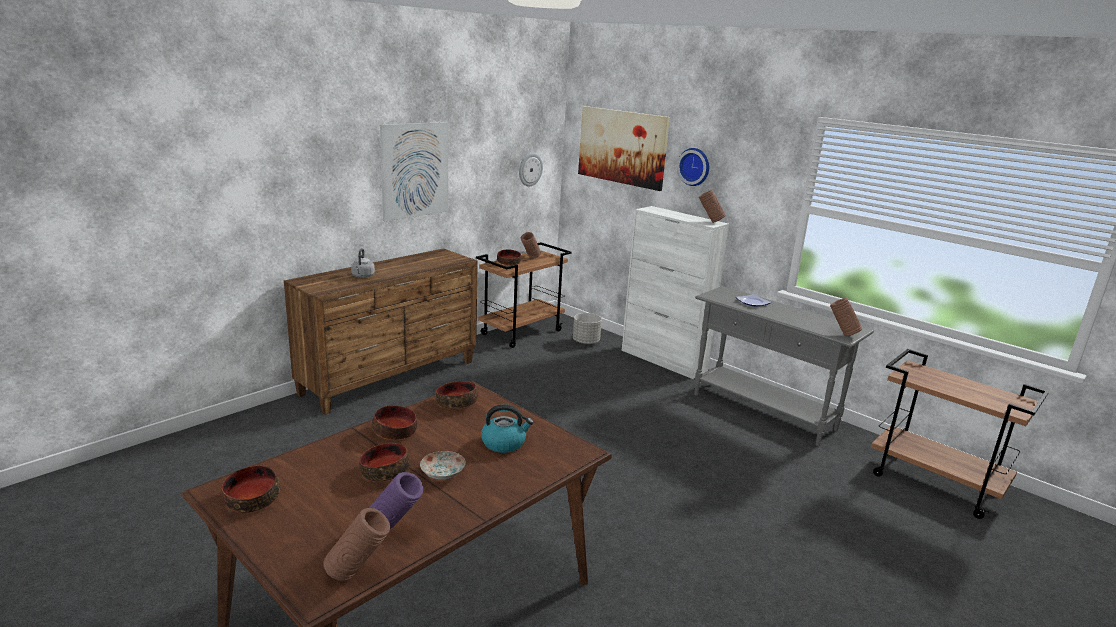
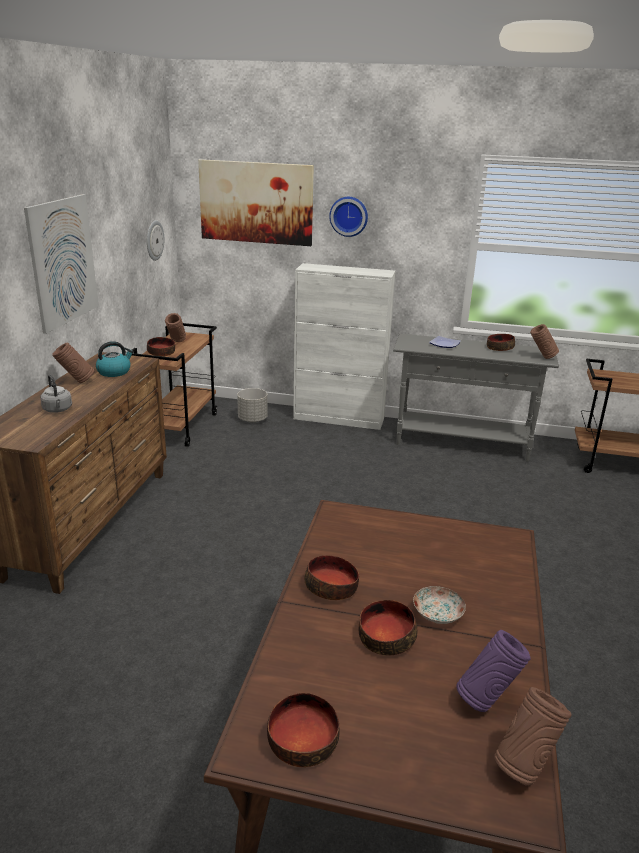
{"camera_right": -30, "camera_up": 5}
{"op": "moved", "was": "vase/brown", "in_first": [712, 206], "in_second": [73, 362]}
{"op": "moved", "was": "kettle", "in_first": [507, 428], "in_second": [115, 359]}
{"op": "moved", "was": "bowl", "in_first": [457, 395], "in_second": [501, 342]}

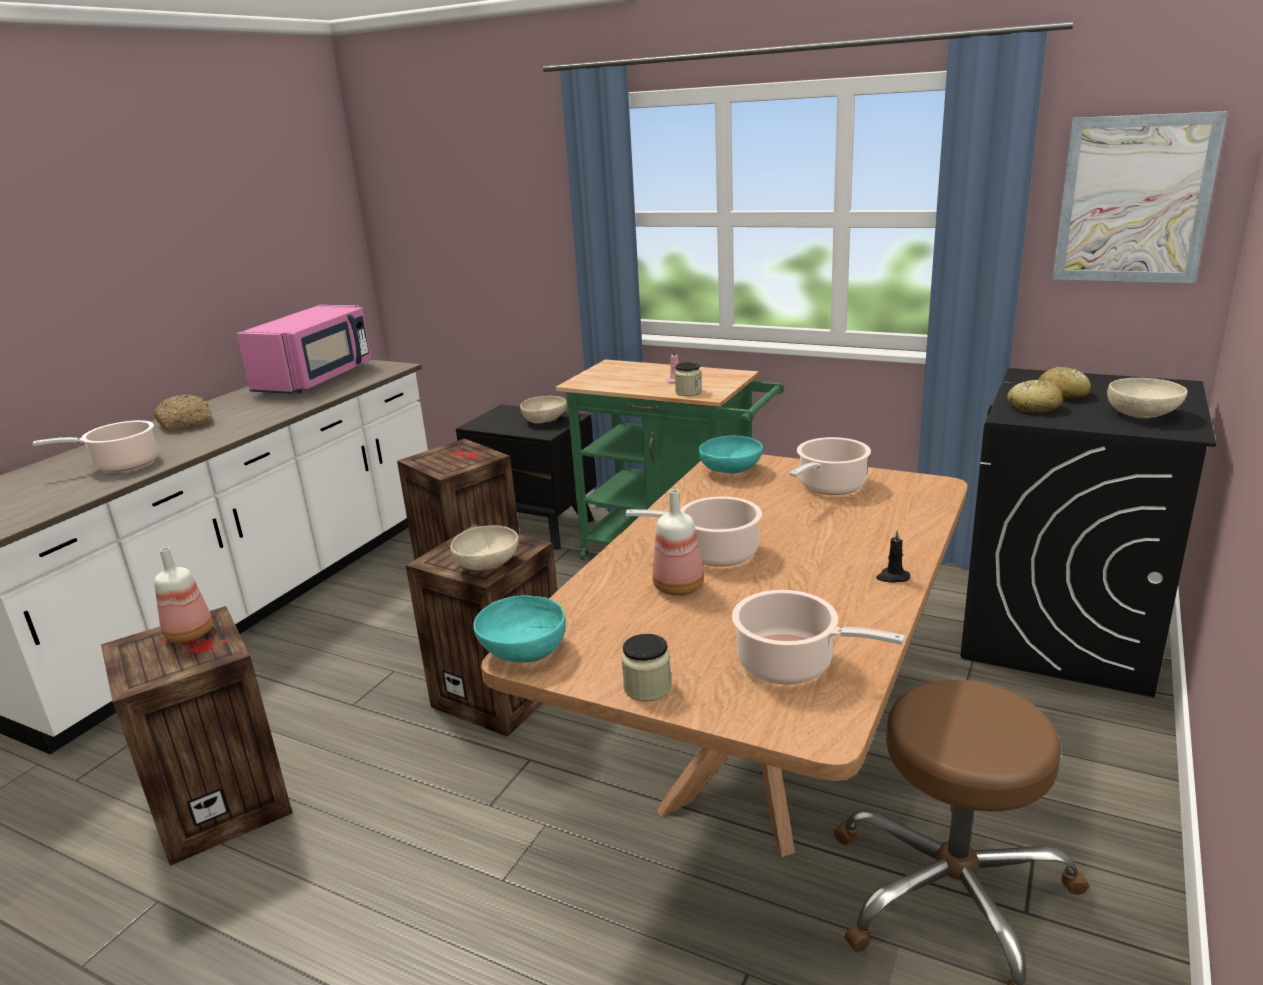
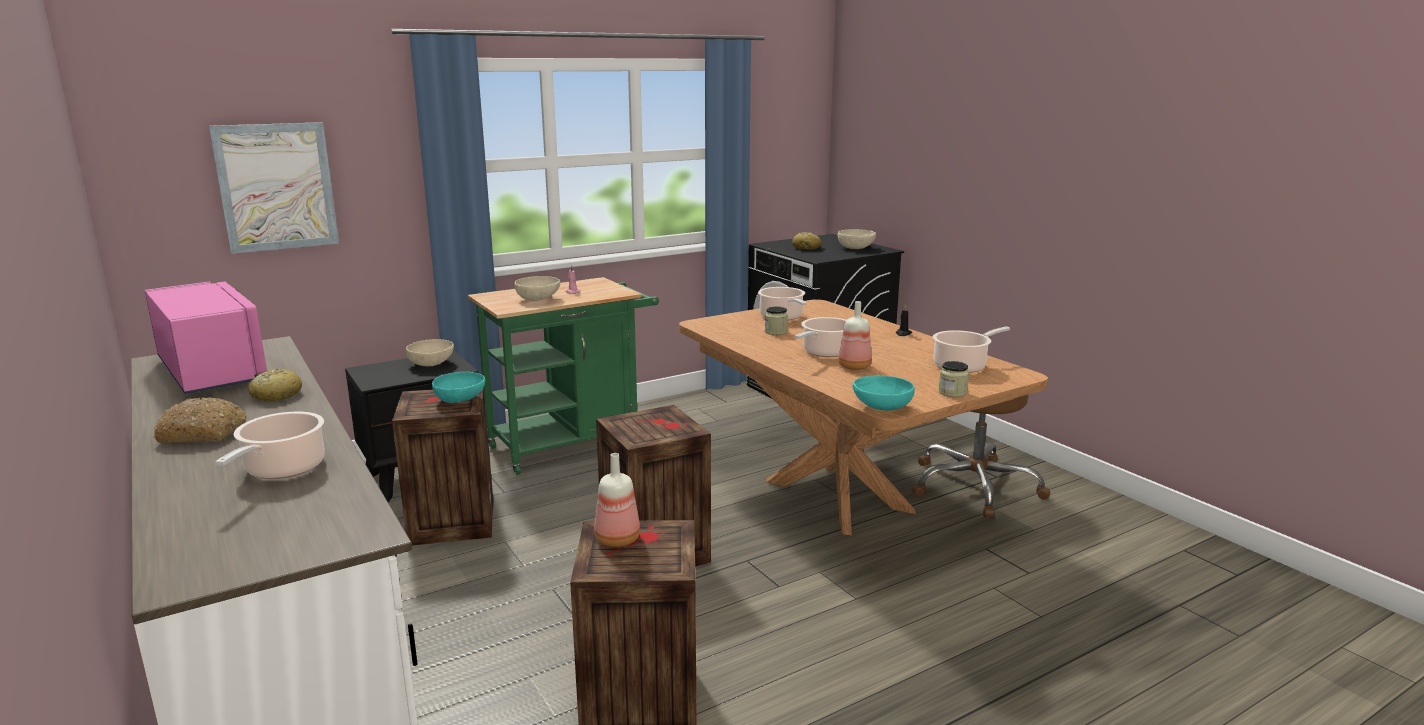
{"camera_right": -60, "camera_up": -5}
{"op": "moved", "was": "picture", "in_first": [1139, 197], "in_second": [274, 188]}
{"op": "moved", "was": "bread", "in_first": [1035, 396], "in_second": [275, 385]}
{"op": "moved", "was": "bowl/turquoise", "in_first": [731, 454], "in_second": [458, 387]}
{"op": "moved", "was": "bowl/beige", "in_first": [484, 547], "in_second": [537, 288]}
{"op": "moved", "was": "jar", "in_first": [688, 379], "in_second": [776, 320]}

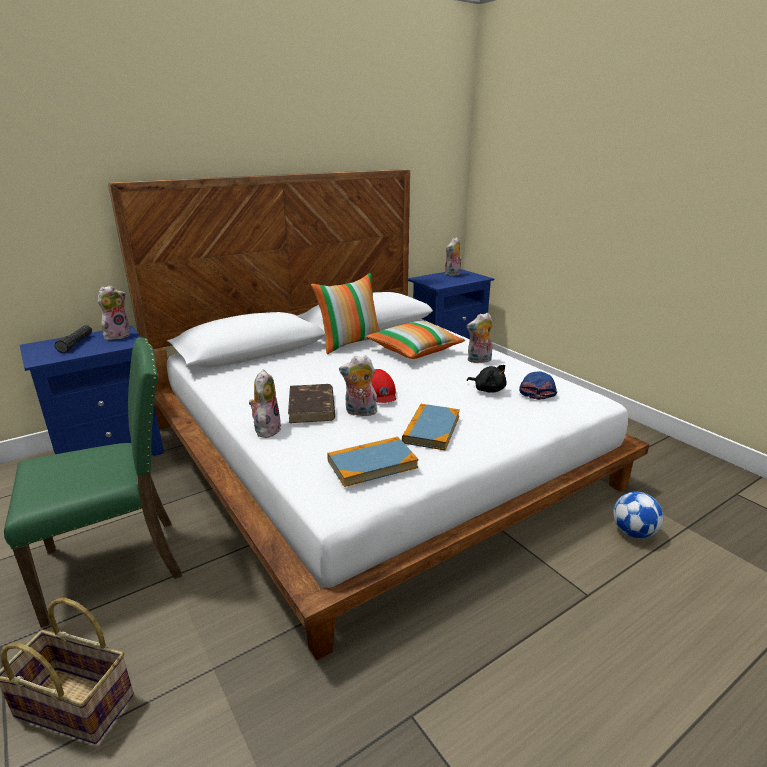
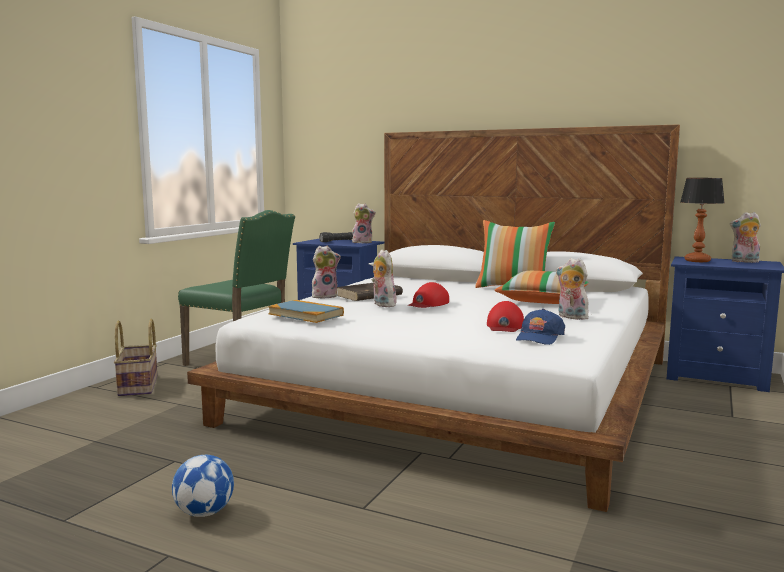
{"camera_right": 60, "camera_up": -15}
{"op": "moved", "was": "football", "in_first": [638, 515], "in_second": [203, 486]}
{"op": "replaced", "was": "plush toy/black", "now": "cap/red", "in_first": [487, 379], "in_second": [505, 316]}
{"op": "turned", "was": "cap/blue", "in_first": [538, 385], "in_second": [540, 327], "clockwise": 135}
{"op": "added", "now": "table lamp", "in_second": [702, 220]}
{"op": "removed", "was": "book", "in_first": [431, 427]}

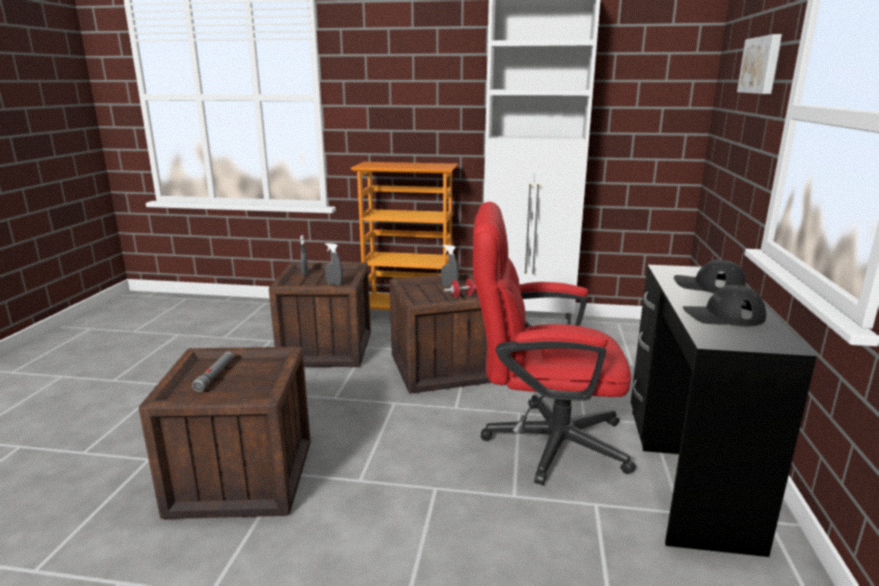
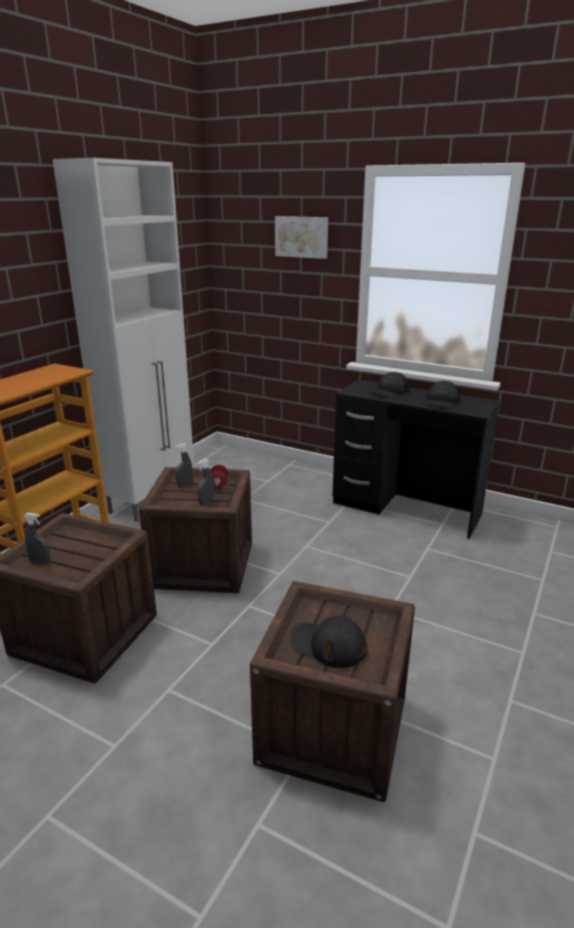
{"camera_right": -70, "camera_up": 5}
{"op": "moved", "was": "spray bottle/grey", "in_first": [334, 264], "in_second": [206, 481]}
{"op": "replaced", "was": "flashlight/grey", "now": "cap/black", "in_first": [213, 371], "in_second": [328, 642]}
{"op": "removed", "was": "office chair/red", "in_first": [554, 343]}

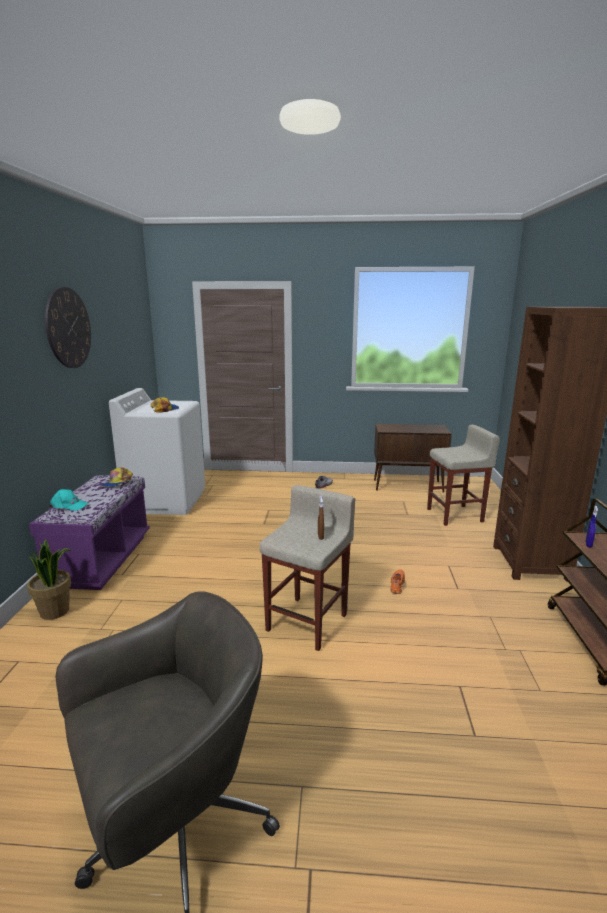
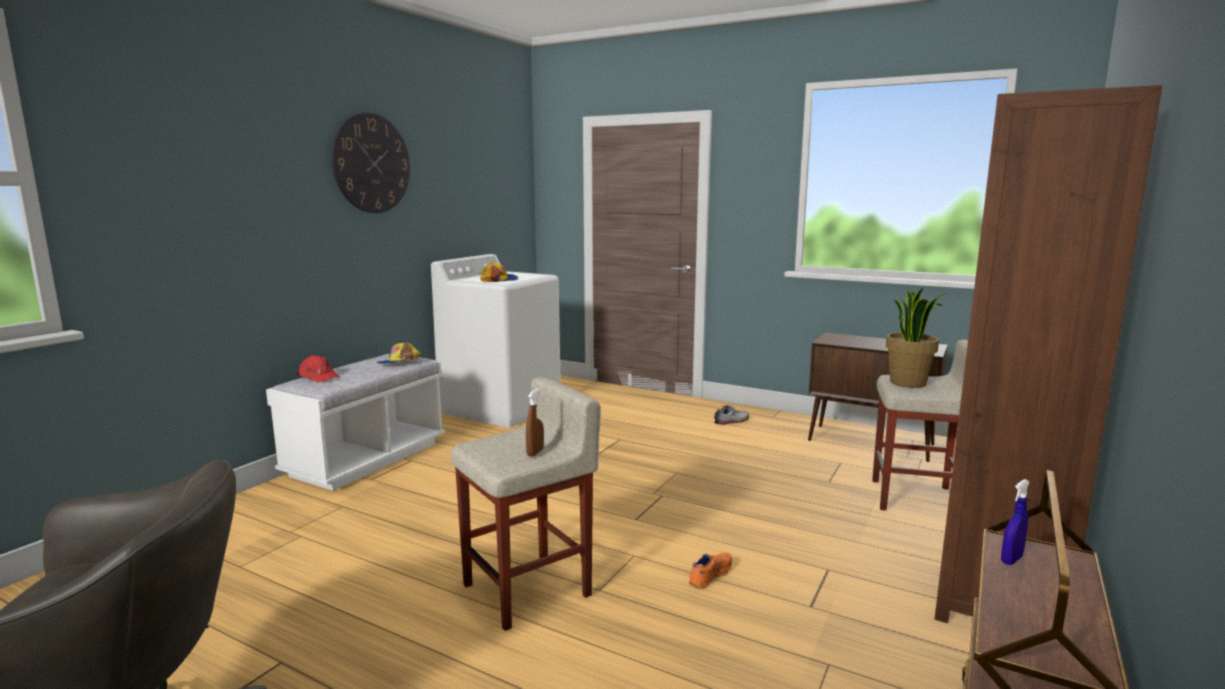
{"camera_right": 25, "camera_up": -5}
{"op": "recoloured", "was": "bench/purple", "now": "bench/white", "in_first": [89, 532], "in_second": [355, 422]}
{"op": "recoloured", "was": "cap/turquoise", "now": "cap/red", "in_first": [68, 500], "in_second": [318, 369]}
{"op": "moved", "was": "potted plant", "in_first": [49, 580], "in_second": [917, 338]}

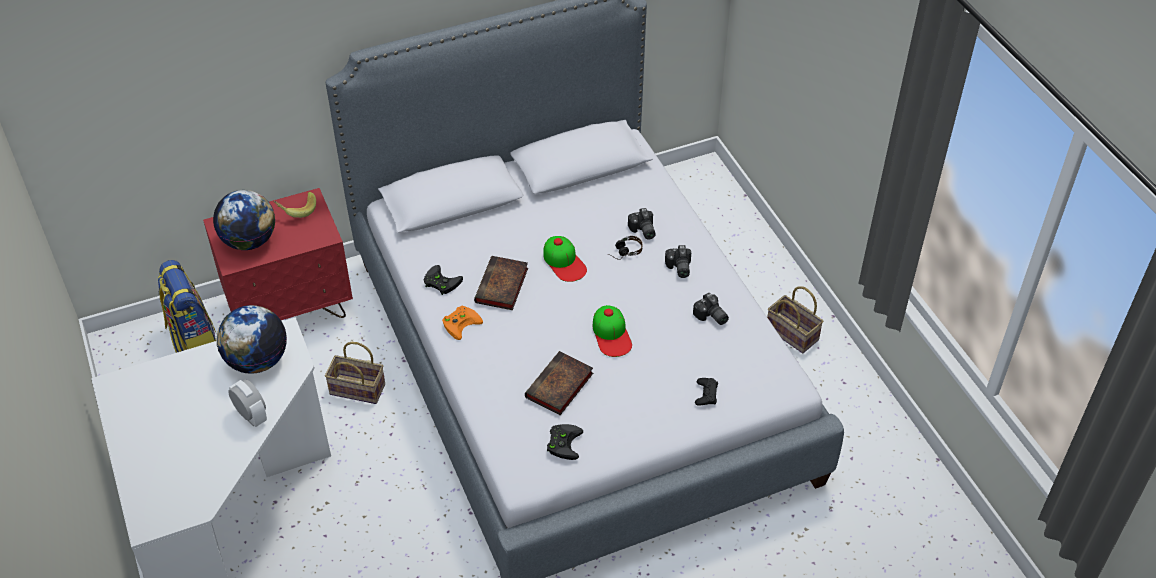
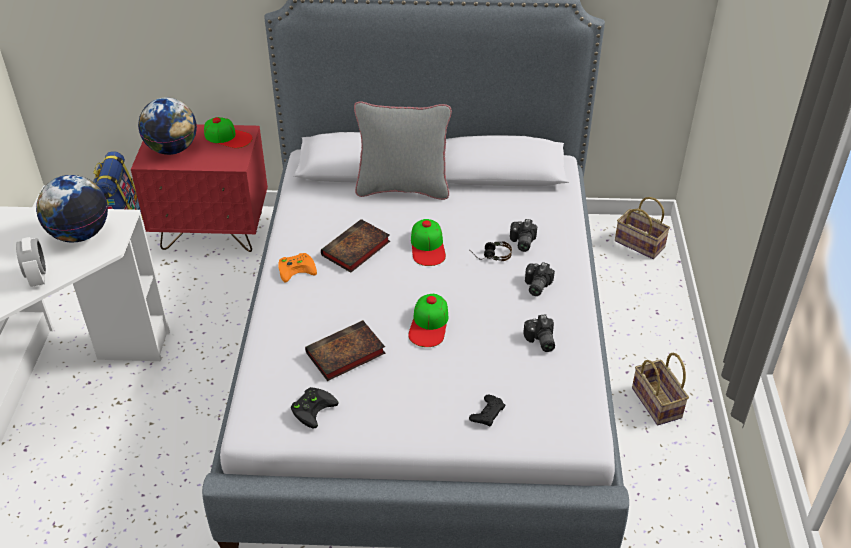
{"camera_right": 25, "camera_up": -5}
{"op": "replaced", "was": "banana", "now": "cap", "in_first": [294, 205], "in_second": [228, 132]}
{"op": "added", "now": "pillow/grey", "in_second": [403, 150]}
{"op": "moved", "was": "basket", "in_first": [355, 373], "in_second": [642, 228]}
{"op": "removed", "was": "game controller/black", "in_first": [443, 280]}

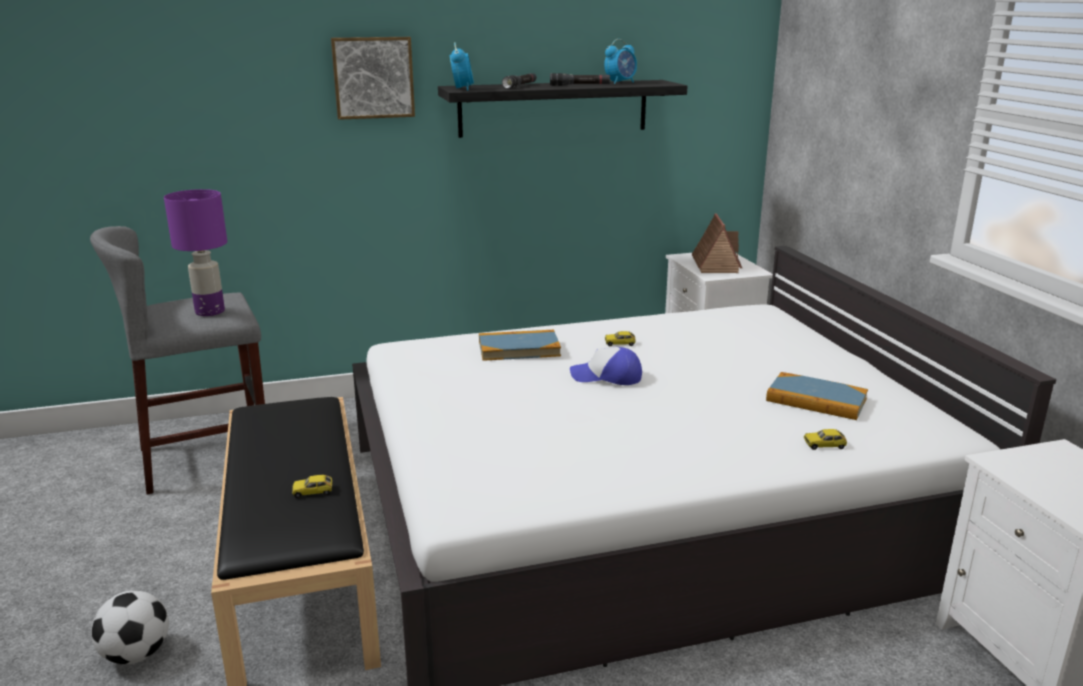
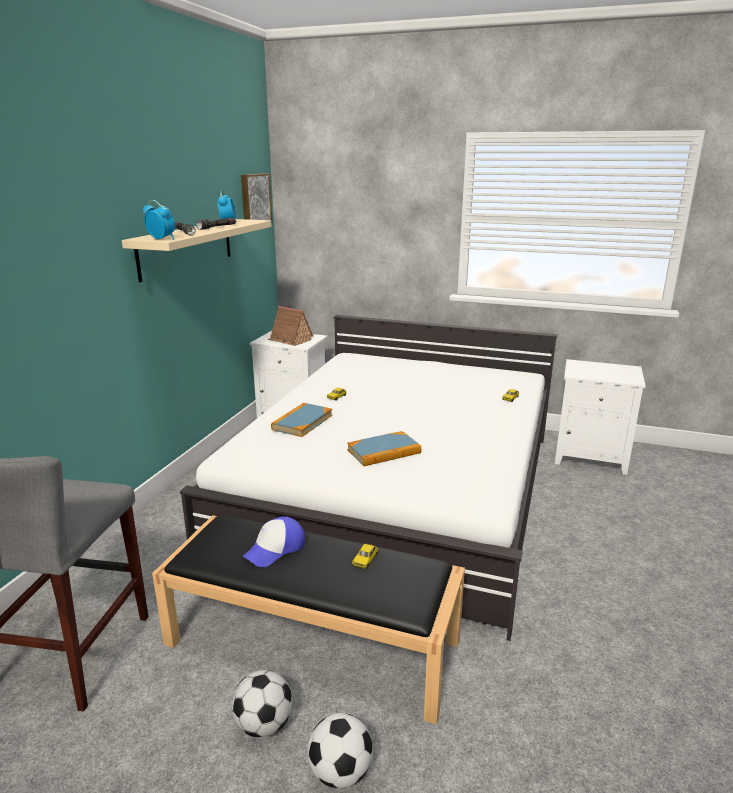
{"camera_right": -55, "camera_up": 0}
{"op": "recoloured", "was": "shelf/black", "now": "shelf/beige", "in_first": [562, 109], "in_second": [197, 250]}
{"op": "added", "now": "football", "in_second": [262, 703]}
{"op": "moved", "was": "picture", "in_first": [373, 78], "in_second": [257, 197]}
{"op": "moved", "was": "cap", "in_first": [606, 366], "in_second": [274, 541]}
{"op": "moved", "was": "book", "in_first": [817, 396], "in_second": [384, 448]}
{"op": "removed", "was": "table lamp/purple", "in_first": [195, 252]}

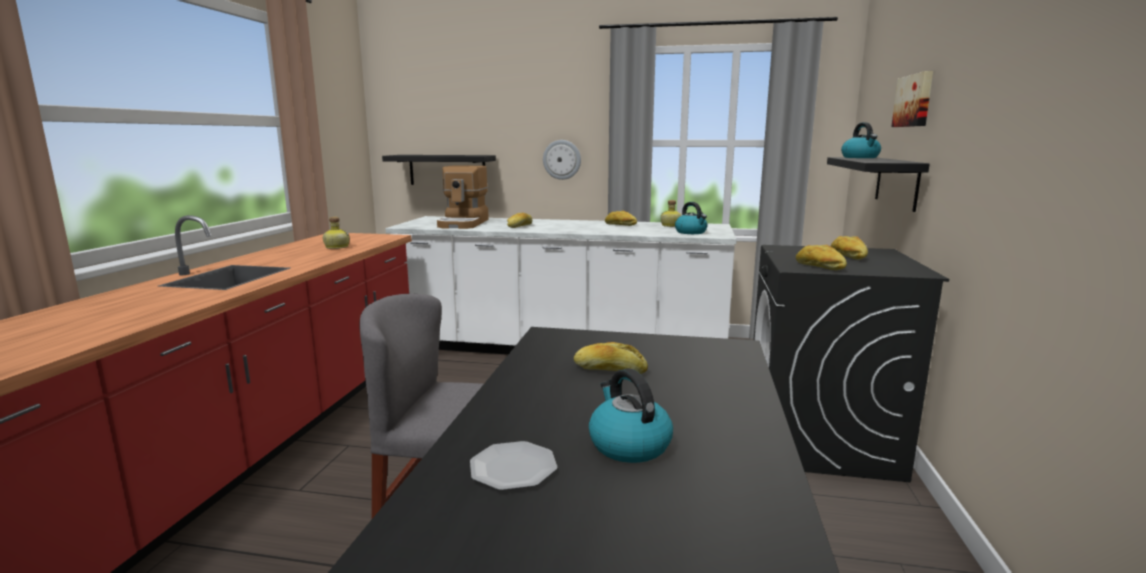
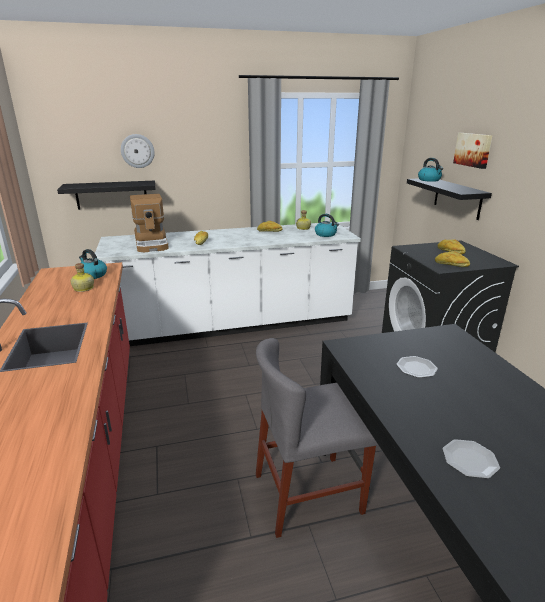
{"camera_right": -25, "camera_up": 10}
{"op": "moved", "was": "kettle", "in_first": [631, 415], "in_second": [93, 264]}
{"op": "moved", "was": "wall clock", "in_first": [562, 160], "in_second": [138, 151]}
{"op": "replaced", "was": "bread", "now": "plate", "in_first": [611, 358], "in_second": [417, 367]}

